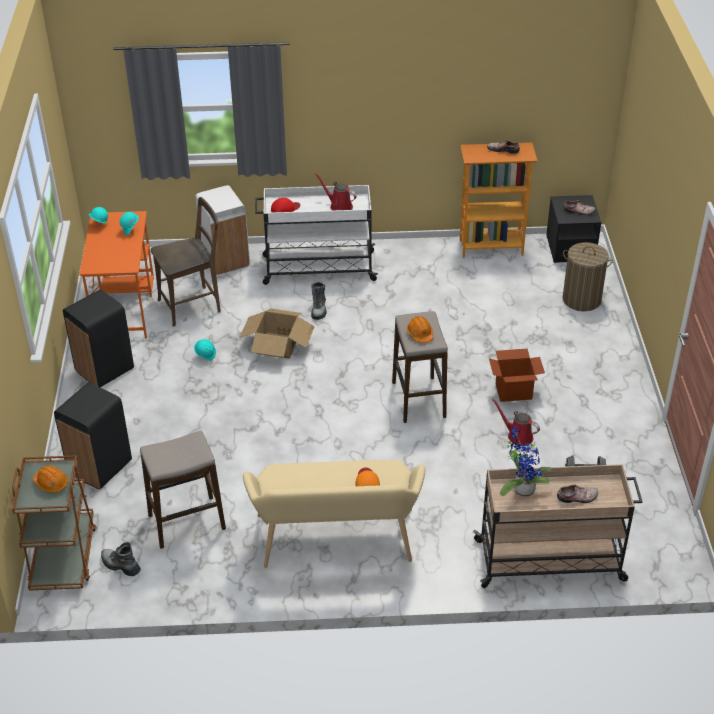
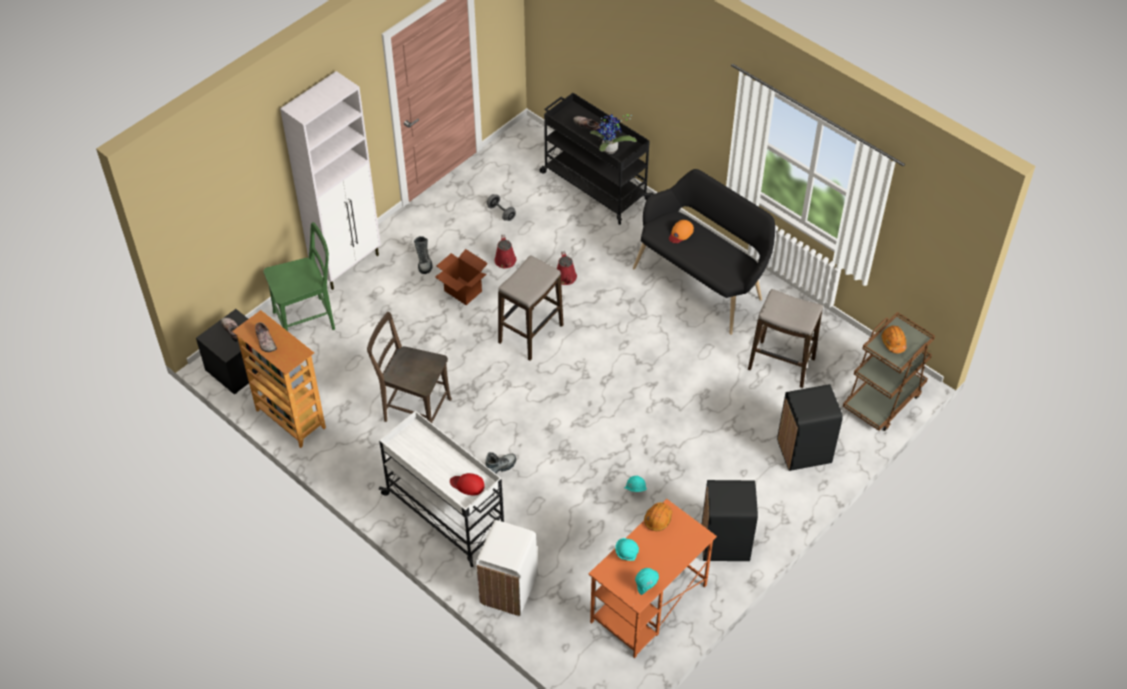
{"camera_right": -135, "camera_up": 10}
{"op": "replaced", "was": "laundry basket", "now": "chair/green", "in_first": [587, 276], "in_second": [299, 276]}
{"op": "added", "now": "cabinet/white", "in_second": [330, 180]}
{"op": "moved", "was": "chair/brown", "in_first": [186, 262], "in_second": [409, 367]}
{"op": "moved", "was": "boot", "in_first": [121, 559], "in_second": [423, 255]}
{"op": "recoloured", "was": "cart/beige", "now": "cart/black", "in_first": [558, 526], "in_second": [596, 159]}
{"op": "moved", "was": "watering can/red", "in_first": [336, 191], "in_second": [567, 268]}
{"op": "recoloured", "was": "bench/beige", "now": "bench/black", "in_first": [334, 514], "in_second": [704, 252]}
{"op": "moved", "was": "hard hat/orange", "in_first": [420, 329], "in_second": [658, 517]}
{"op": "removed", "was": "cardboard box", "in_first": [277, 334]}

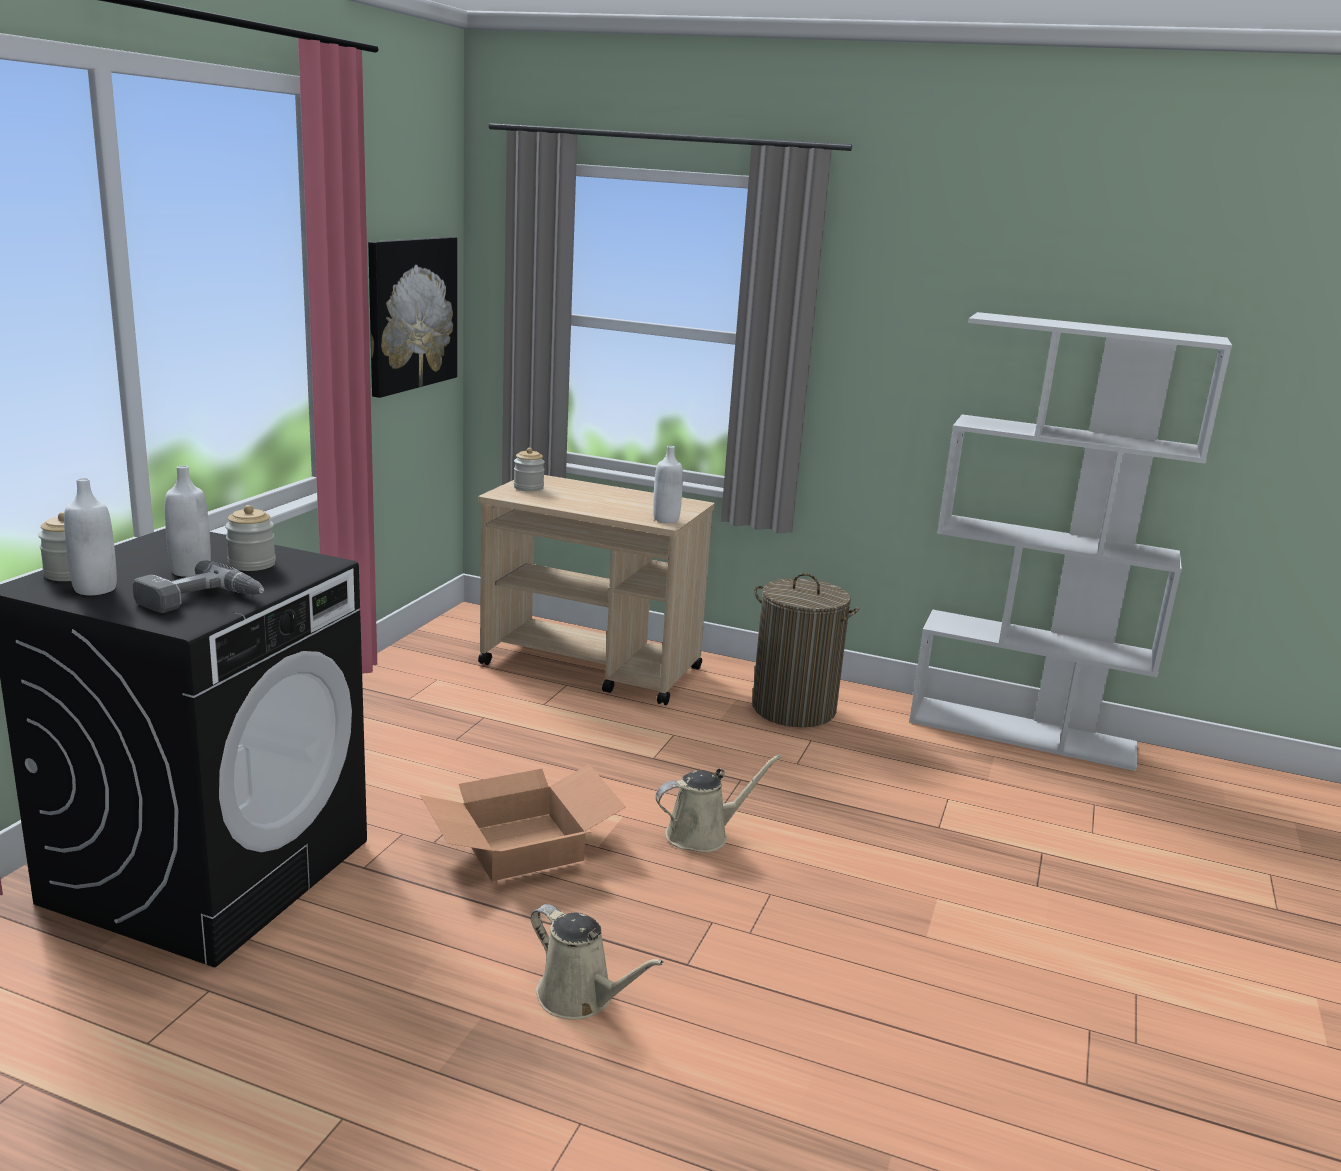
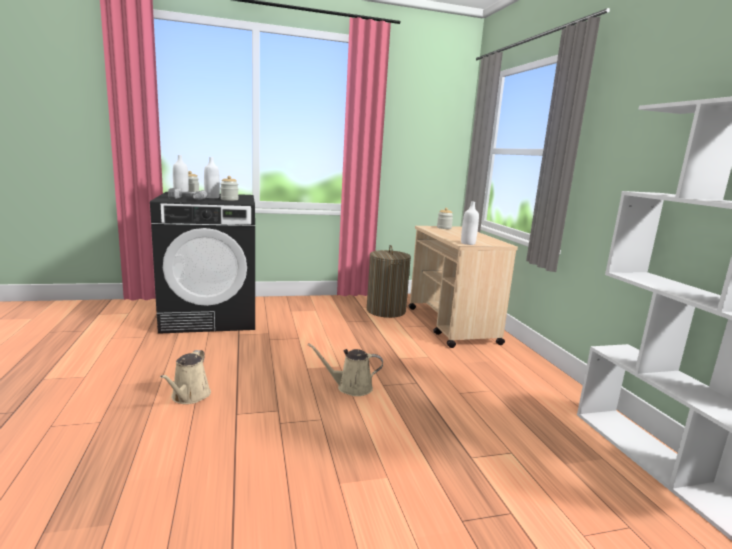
{"camera_right": 55, "camera_up": -5}
{"op": "turned", "was": "watering can/beige", "in_first": [718, 803], "in_second": [345, 369], "clockwise": 150}
{"op": "moved", "was": "laundry basket", "in_first": [806, 650], "in_second": [389, 281]}
{"op": "removed", "was": "picture", "in_first": [412, 317]}
{"op": "removed", "was": "cardboard box", "in_first": [523, 822]}

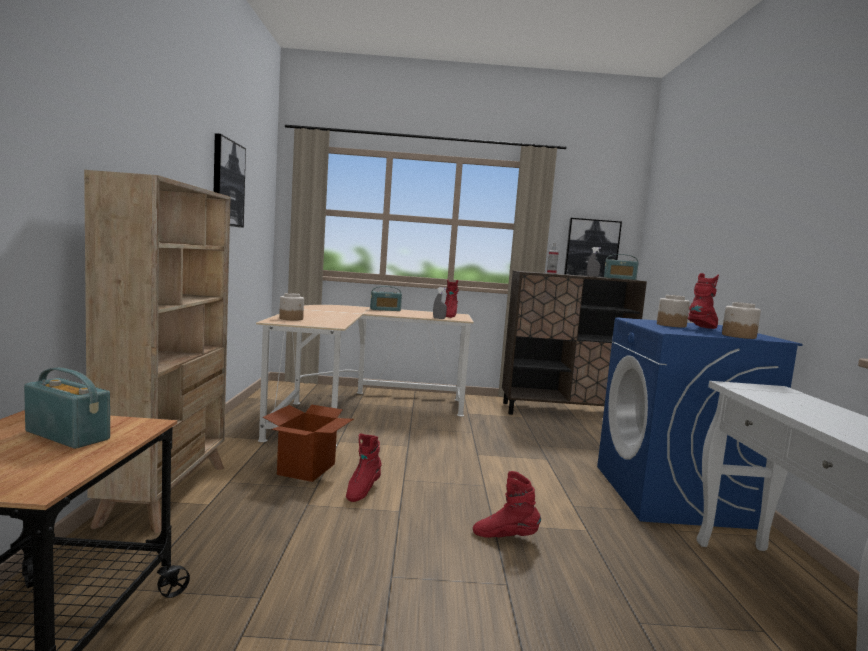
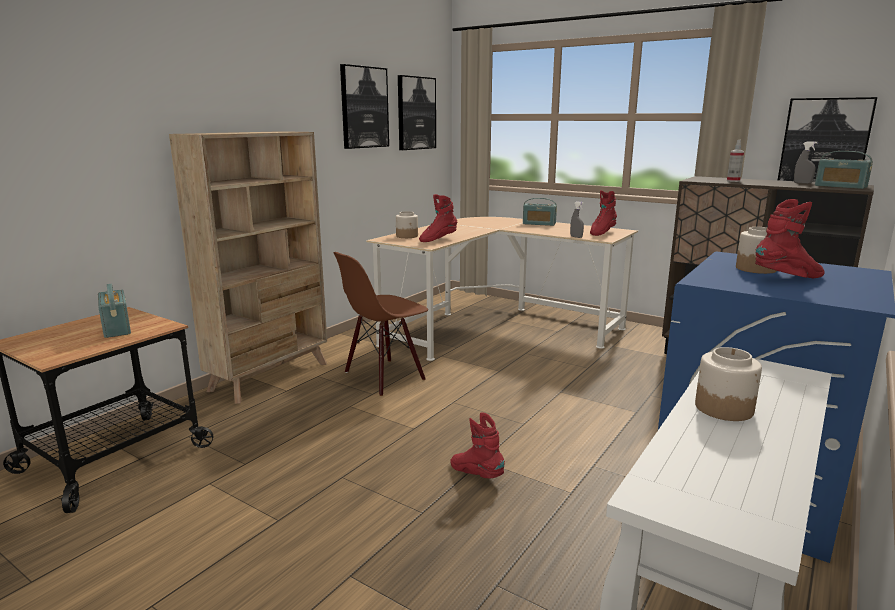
{"camera_right": 35, "camera_up": 10}
{"op": "replaced", "was": "cardboard box", "now": "chair/brown", "in_first": [308, 443], "in_second": [380, 324]}
{"op": "added", "now": "picture", "in_second": [417, 112]}
{"op": "moved", "was": "boot/red", "in_first": [364, 467], "in_second": [438, 218]}
{"op": "moved", "was": "jar", "in_first": [741, 320], "in_second": [728, 384]}

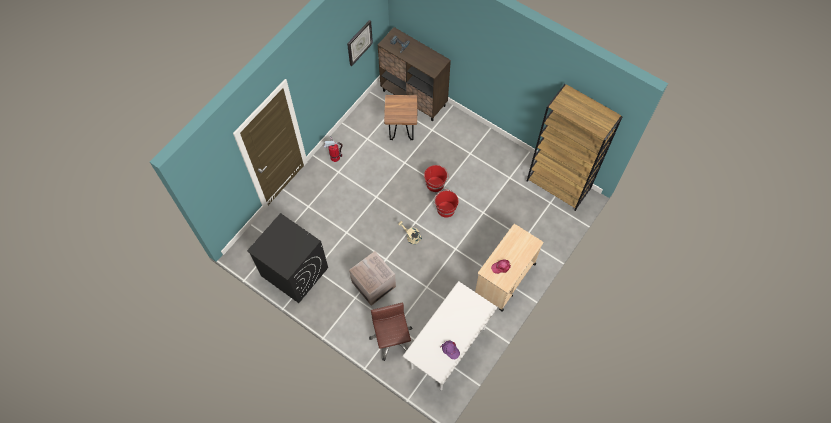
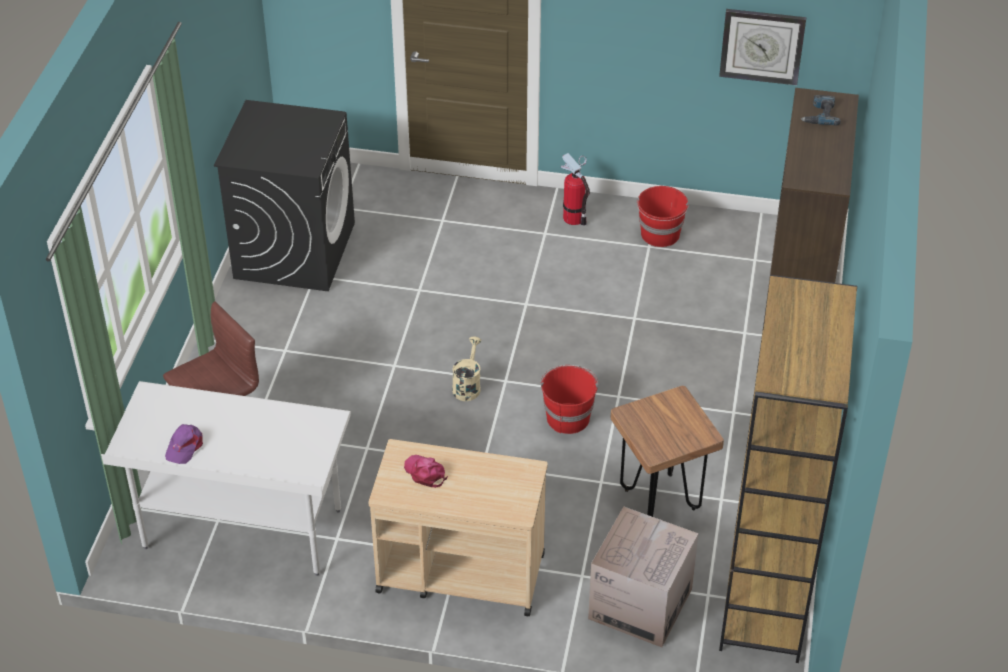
{"camera_right": 65, "camera_up": -20}
{"op": "moved", "was": "cardboard box", "in_first": [372, 278], "in_second": [643, 577]}
{"op": "moved", "was": "stool/brown", "in_first": [401, 117], "in_second": [667, 451]}
{"op": "moved", "was": "bucket/red", "in_first": [436, 178], "in_second": [663, 216]}

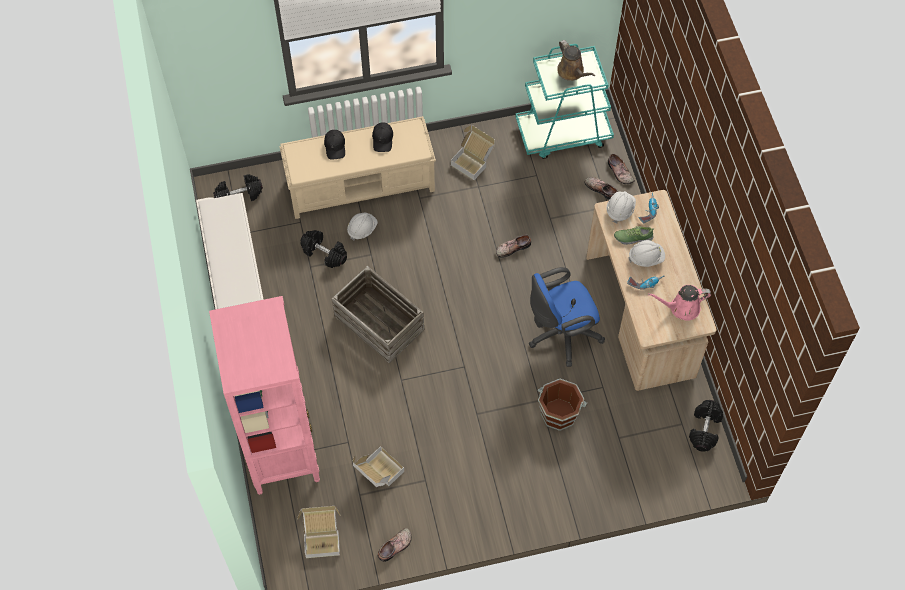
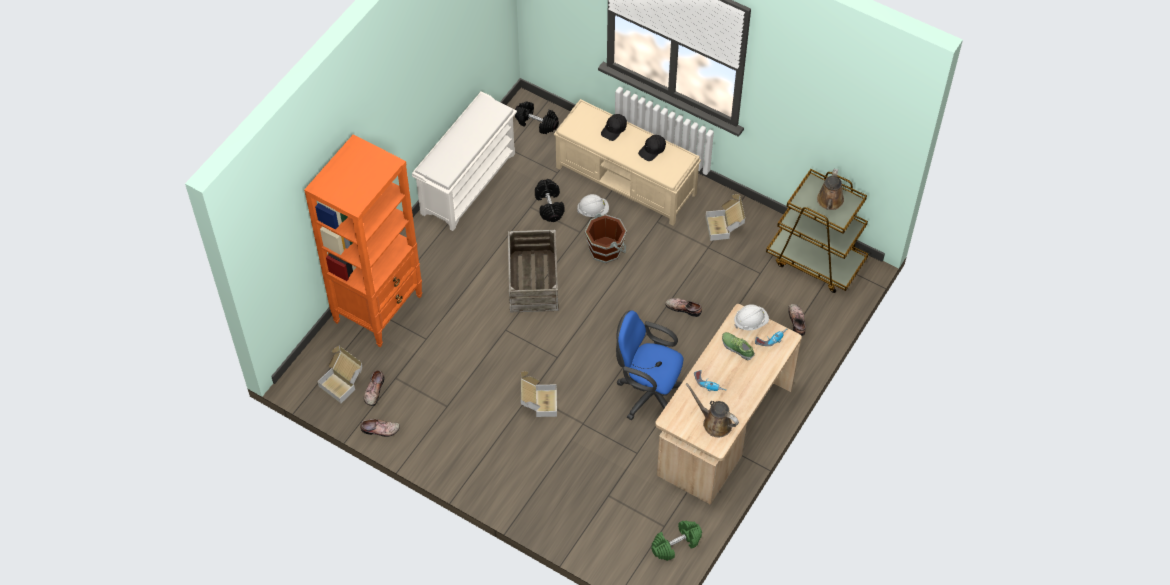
{"camera_right": 45, "camera_up": -5}
{"op": "recoloured", "was": "bookcase/pink", "now": "bookcase/orange", "in_first": [264, 395], "in_second": [363, 240]}
{"op": "moved", "was": "shoe", "in_first": [621, 168], "in_second": [374, 388]}
{"op": "moved", "was": "cardboard box", "in_first": [378, 466], "in_second": [539, 394]}
{"op": "moved", "was": "bucket/brown", "in_first": [563, 405], "in_second": [606, 238]}
{"op": "recoloured", "was": "dumbbell/black", "now": "dumbbell/green", "in_first": [706, 426], "in_second": [676, 541]}
{"op": "recoloured", "was": "watering can/pink", "now": "watering can/brown", "in_first": [679, 303], "in_second": [712, 410]}
{"op": "recoloured", "was": "cart/turquoise", "now": "cart/brown", "in_first": [564, 101], "in_second": [817, 231]}
{"op": "removed", "was": "hard hat/white", "in_first": [646, 253]}

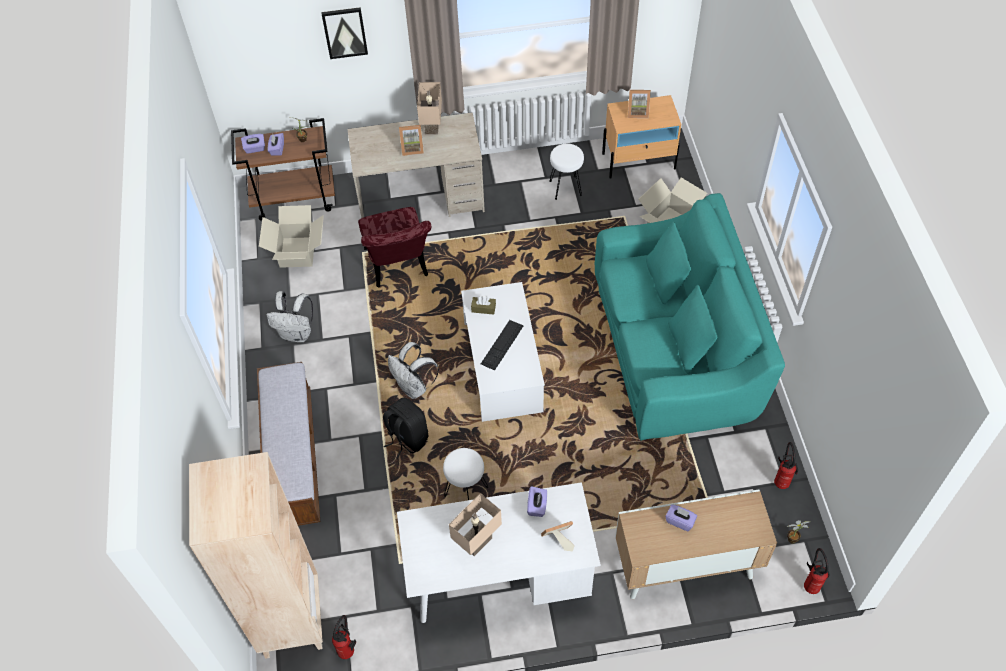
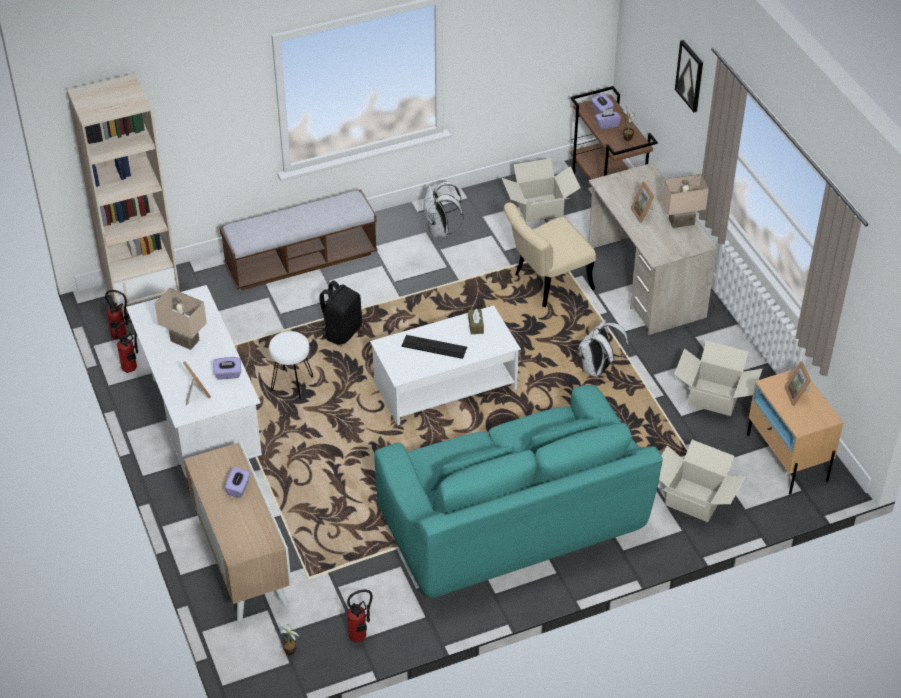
{"camera_right": 75, "camera_up": -10}
{"op": "moved", "was": "fire extinguisher", "in_first": [817, 571], "in_second": [126, 346]}
{"op": "recoloured", "was": "chair/red", "now": "chair/beige", "in_first": [394, 247], "in_second": [550, 254]}
{"op": "moved", "was": "backpack/white", "in_first": [413, 370], "in_second": [604, 349]}
{"op": "replaced", "was": "stool/white", "now": "cardboard box", "in_first": [566, 172], "in_second": [718, 378]}

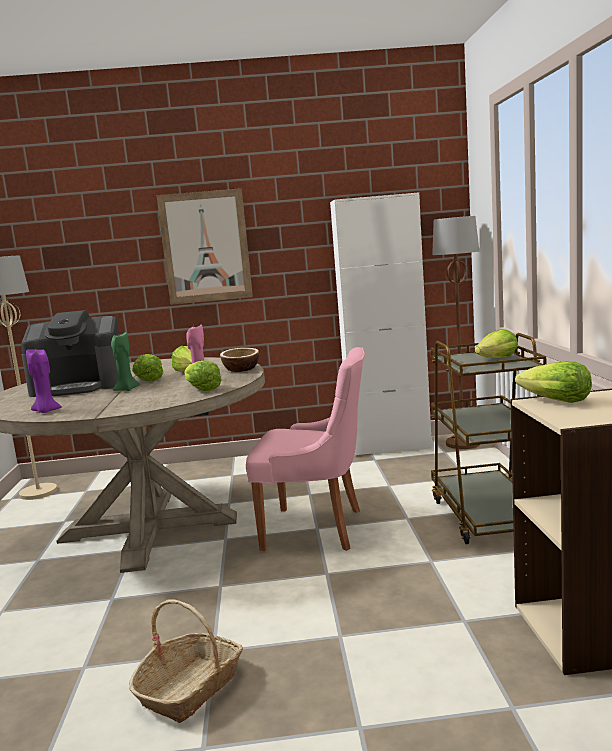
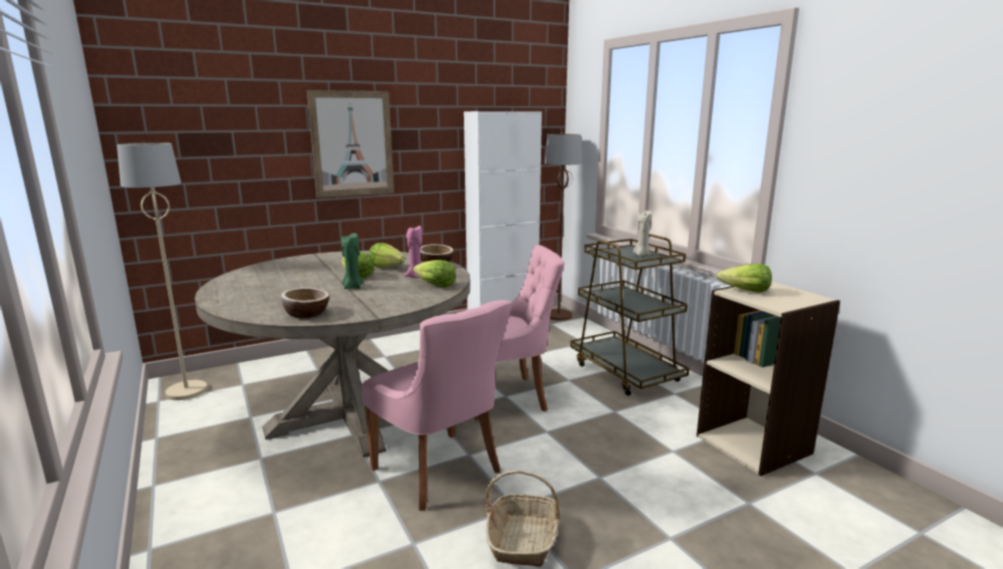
{"camera_right": -25, "camera_up": 5}
{"op": "replaced", "was": "candle/purple", "now": "bowl", "in_first": [44, 381], "in_second": [305, 302]}
{"op": "added", "now": "chair/pink", "in_second": [436, 405]}
{"op": "replaced", "was": "lettuce", "now": "candle/beige", "in_first": [496, 343], "in_second": [642, 233]}
{"op": "removed", "was": "coffee machine", "in_first": [70, 353]}

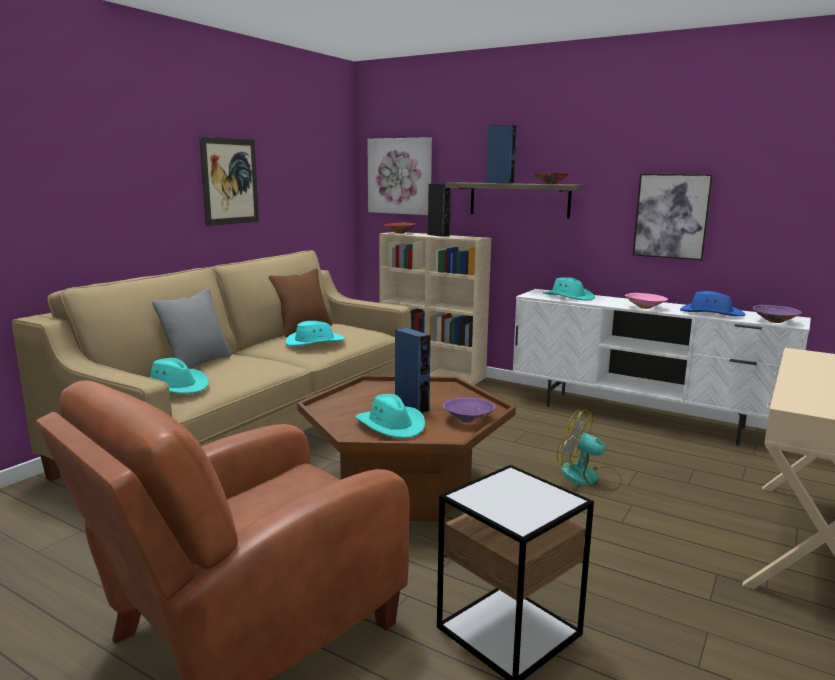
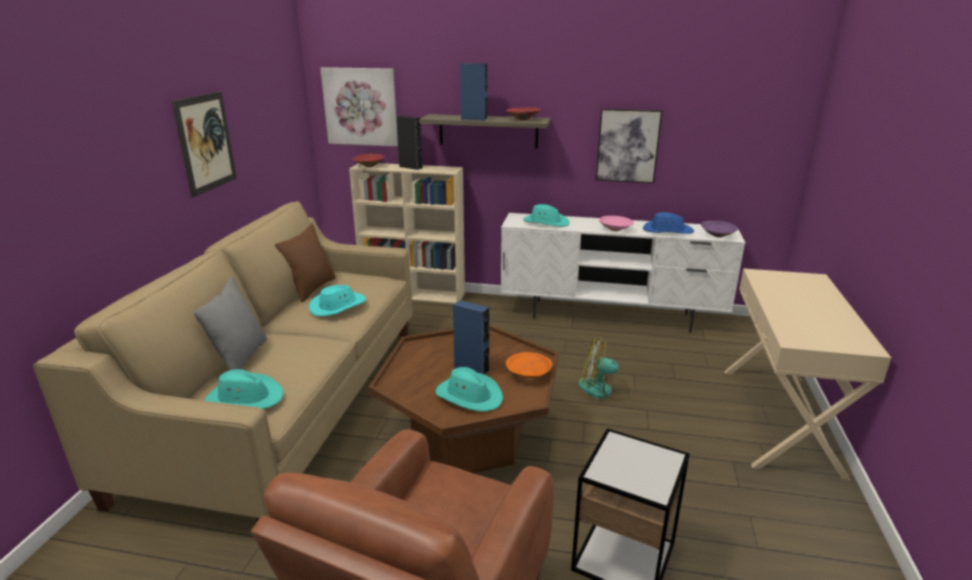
{"camera_right": -20, "camera_up": 10}
{"op": "recoloured", "was": "bowl/purple", "now": "bowl/orange", "in_first": [469, 410], "in_second": [529, 365]}

